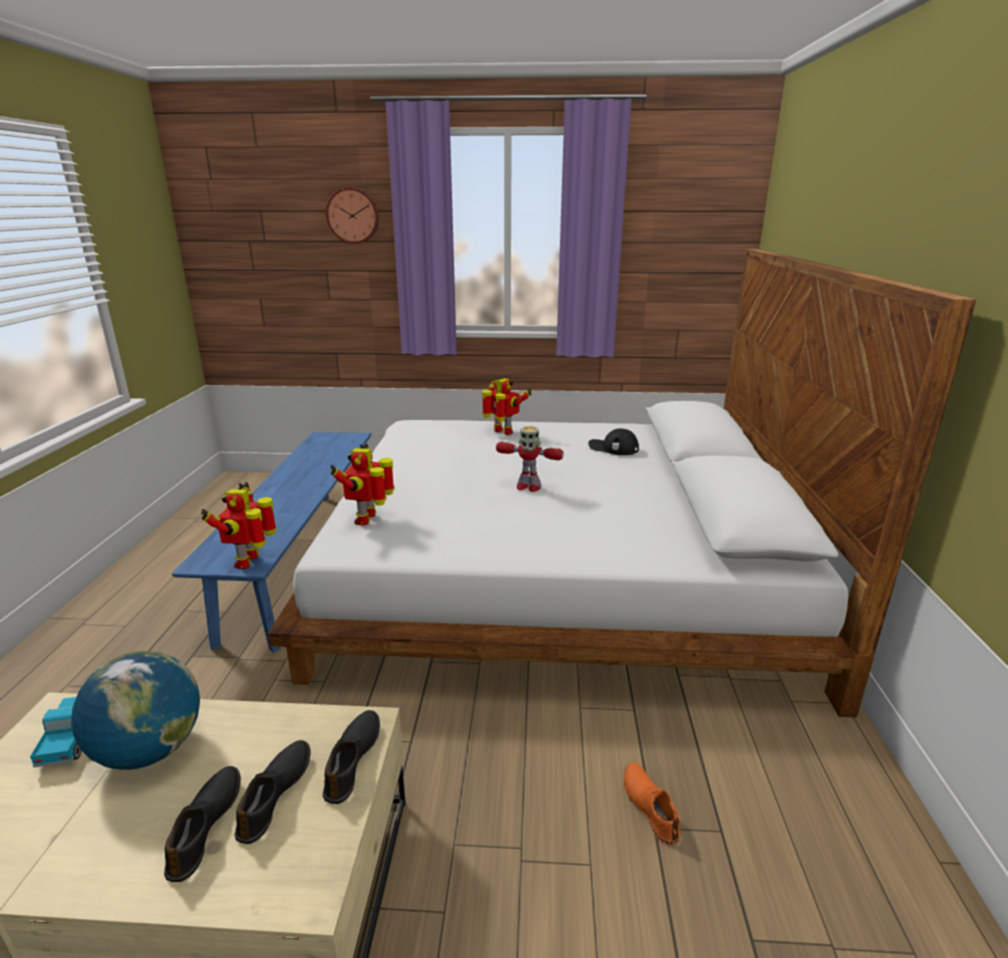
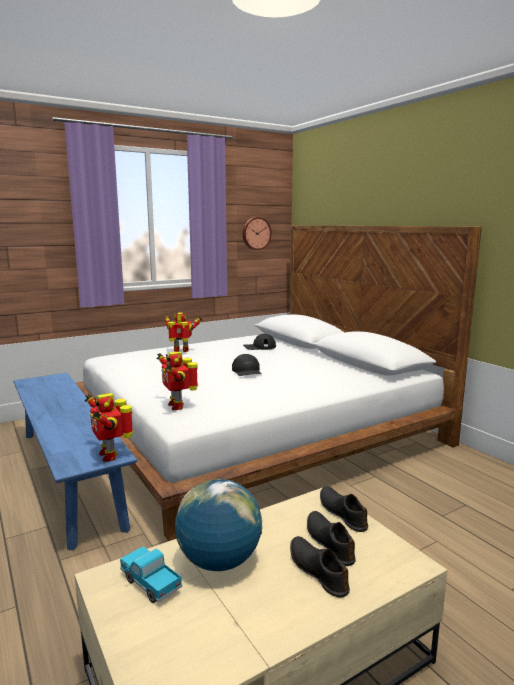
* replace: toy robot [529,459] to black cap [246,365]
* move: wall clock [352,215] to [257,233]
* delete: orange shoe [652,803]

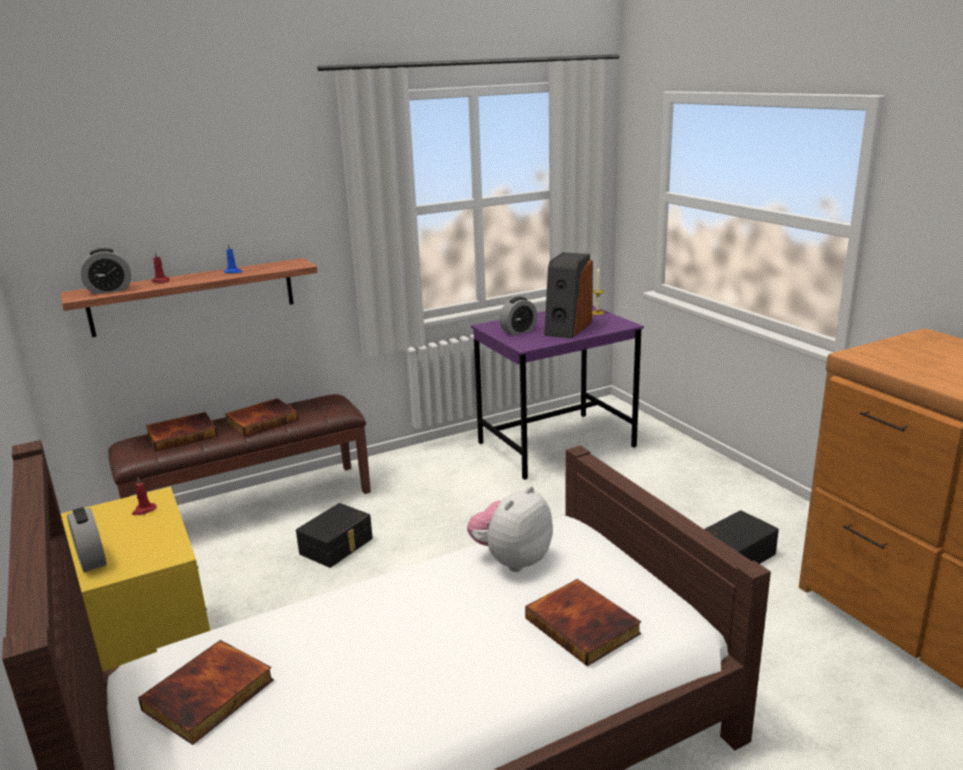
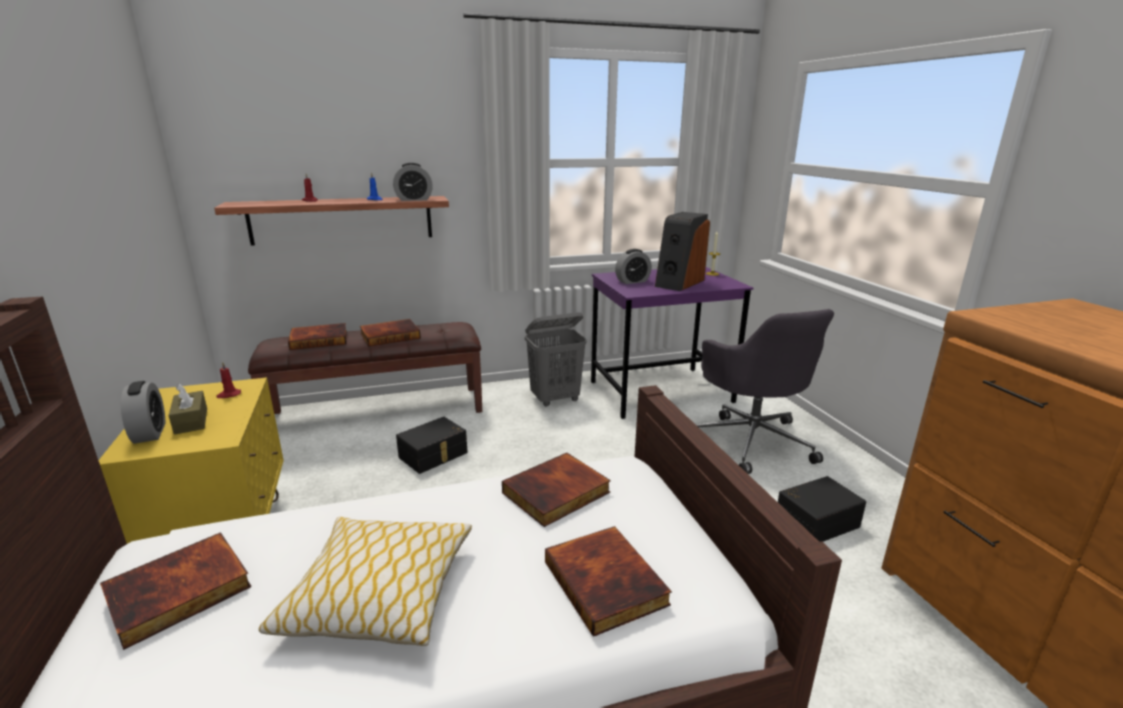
* insert: brown tissue box [187,409]
* insert: pillow [365,581]
* move: alarm clock [106,271] to [413,182]
* replace: plush toy [510,529] to book [556,490]
* insert: grey laundry basket [556,359]
* insert: grey office chair [764,391]

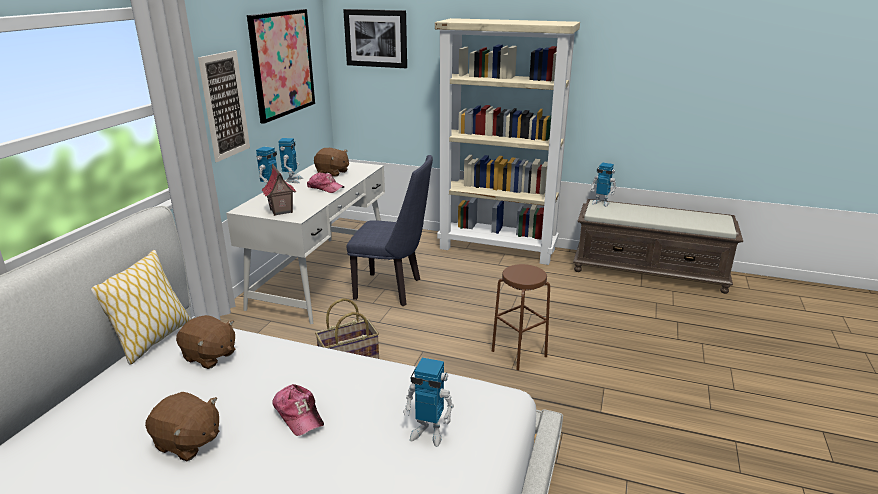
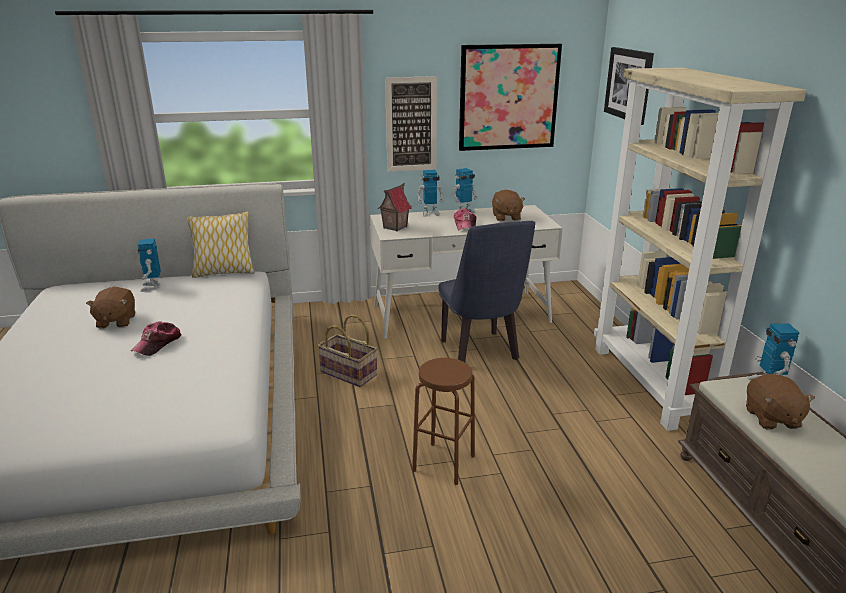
* move: toy robot [428,402] to [149,265]
* move: brown plush toy [205,342] to [780,402]

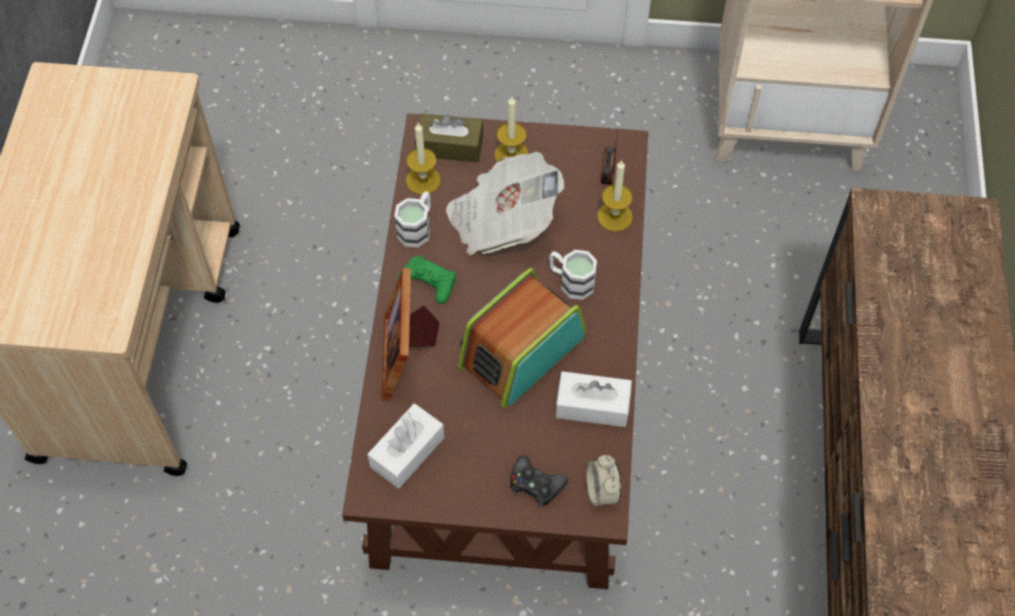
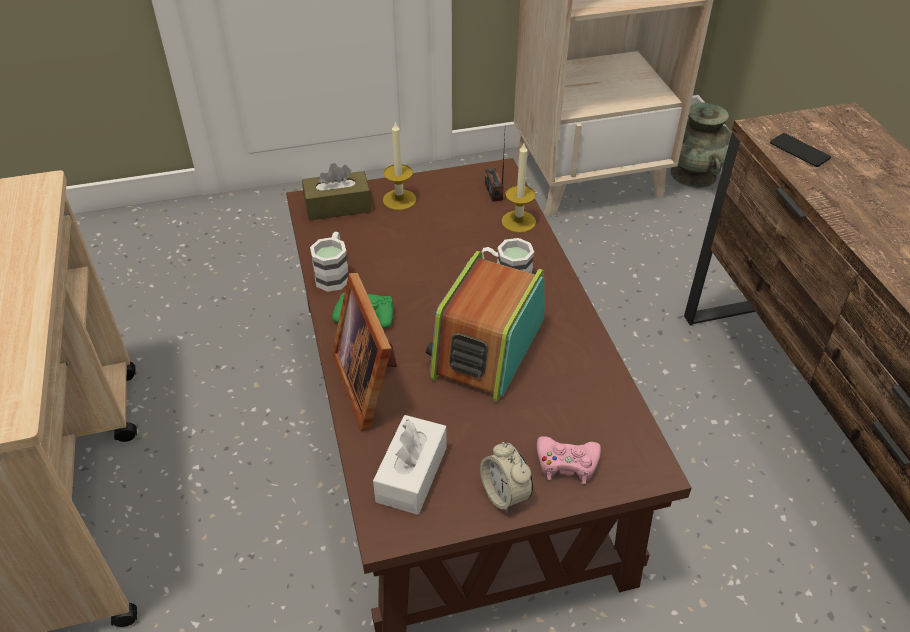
* move: alarm clock [603,481] to [506,477]
* recolor: black game controller [539,481] to pink game controller [569,460]
* insert: turquoise vase [701,145]
* insert: phone [800,150]
* delete: candle [423,159]
* delete: newspaper [505,203]
* delete: white tissue box [594,399]

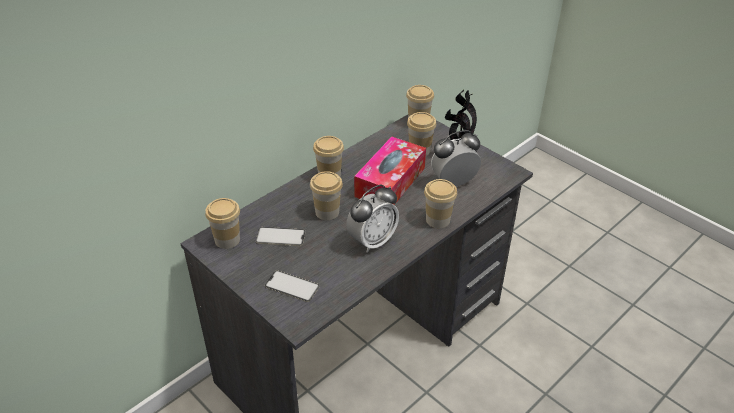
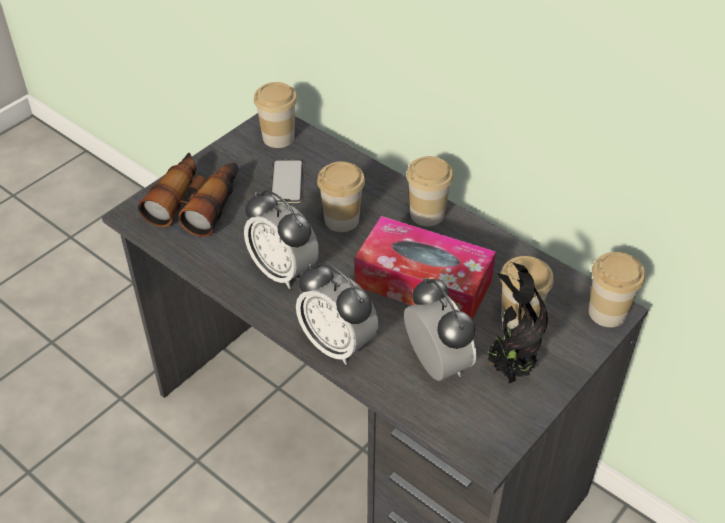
* replace: phone [292,286] to binoculars [188,195]
* replace: cup [440,203] to alarm clock [337,314]

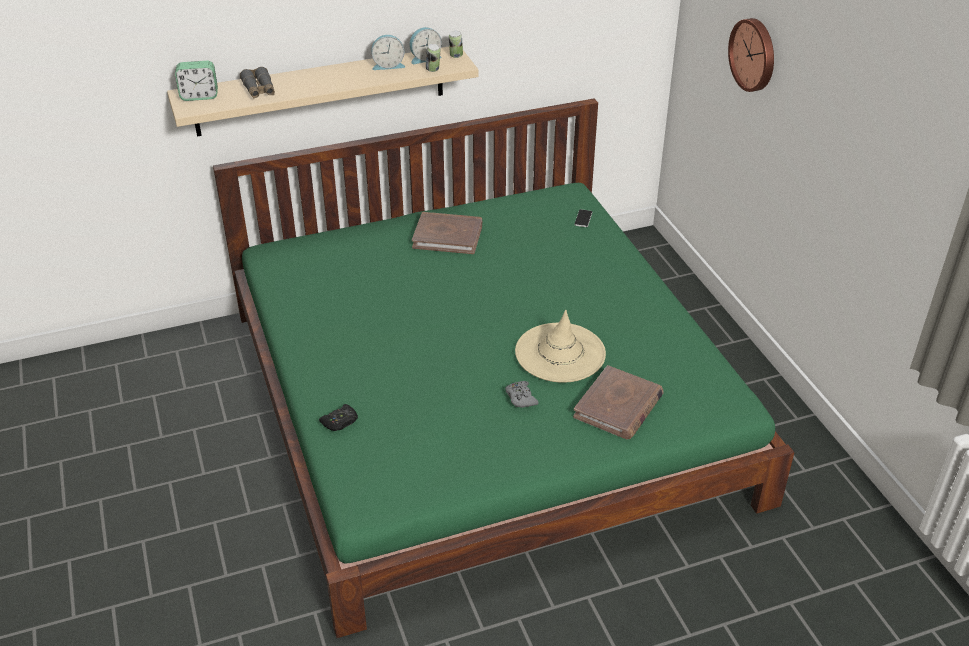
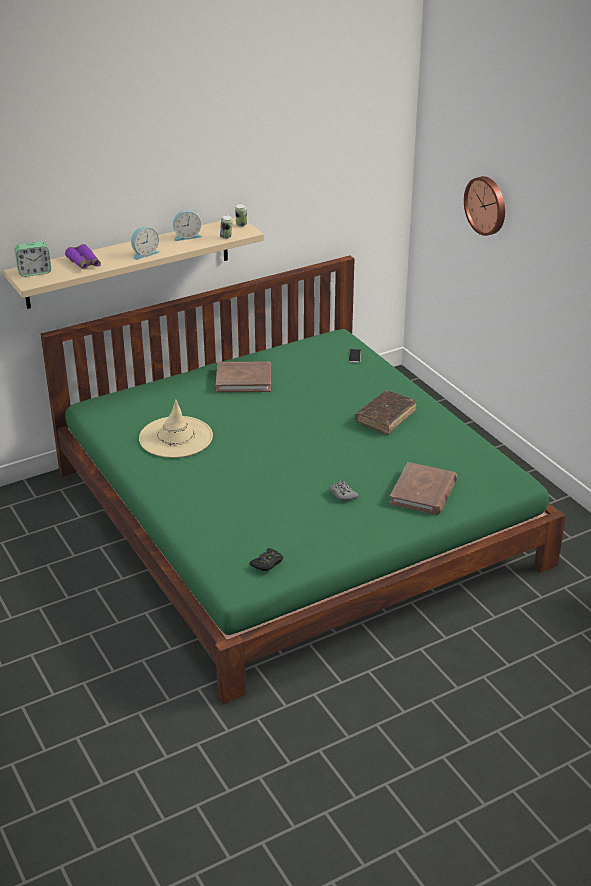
* recolor: grey binoculars [257,82] to purple binoculars [83,257]
* move: alarm clock [426,45] to [145,243]
* move: beige hat [560,346] to [176,428]
* move: black game controller [338,417] to [266,559]
* insert: brown book [386,413]

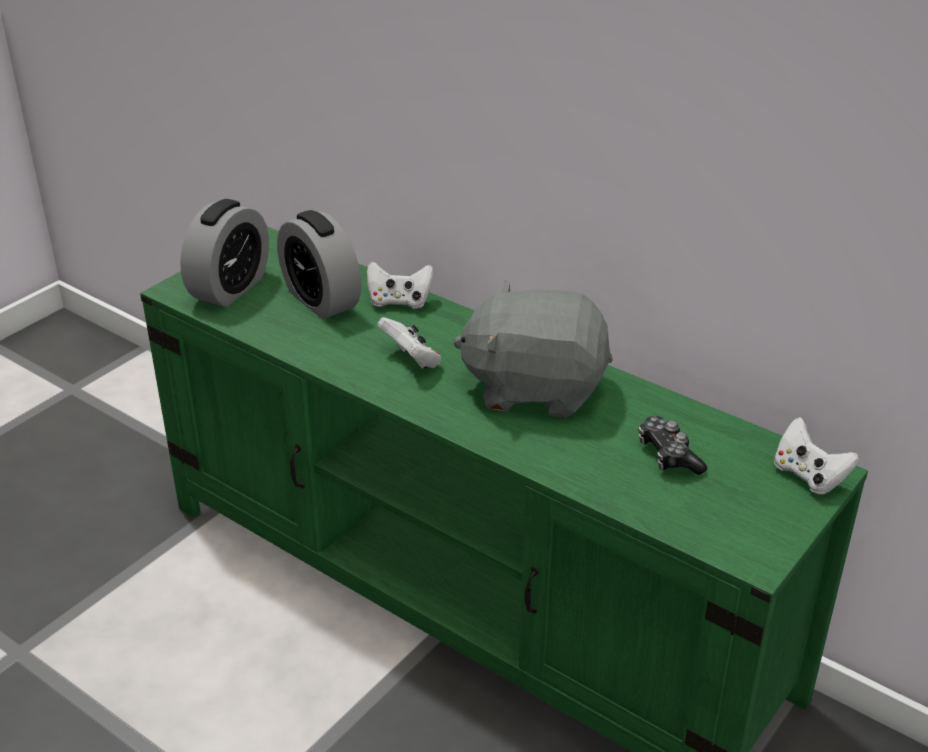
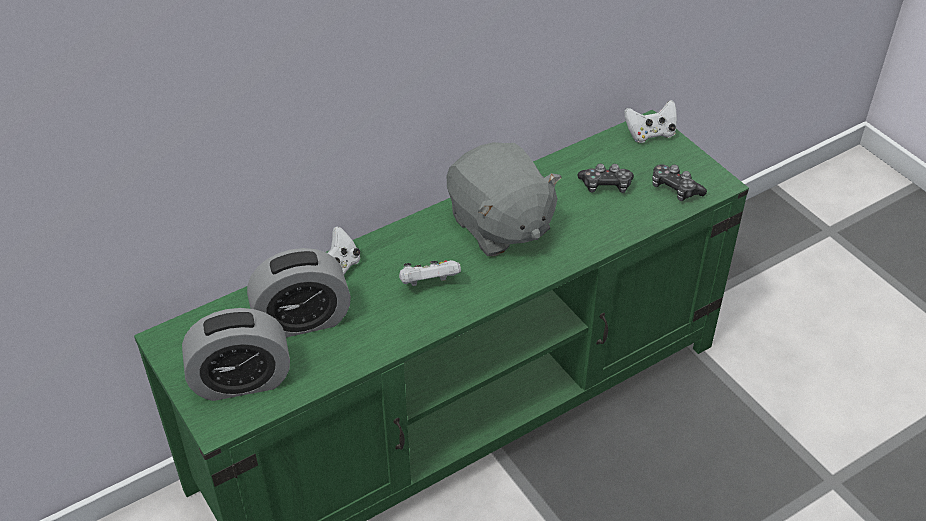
* rotate: alarm clock [224,253] = [236,354] 120 degrees clockwise
* rotate: grey plush toy [533,349] = [504,199] 60 degrees counterclockwise
* insert: game controller [679,182]

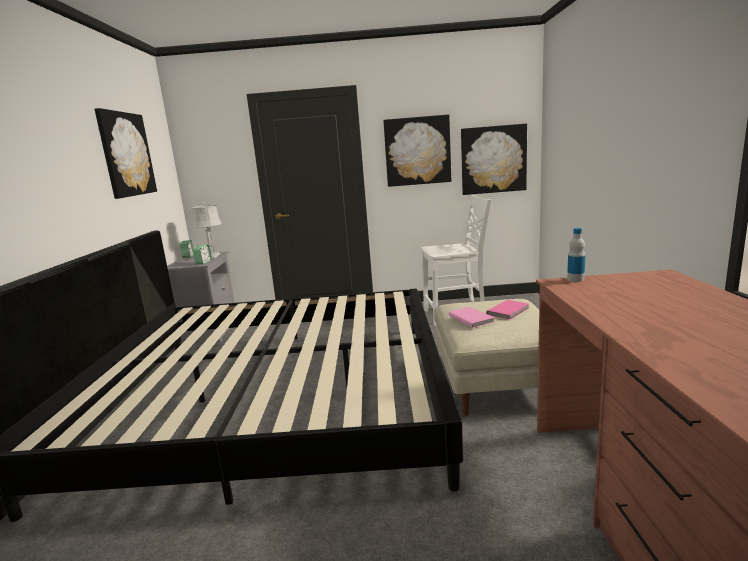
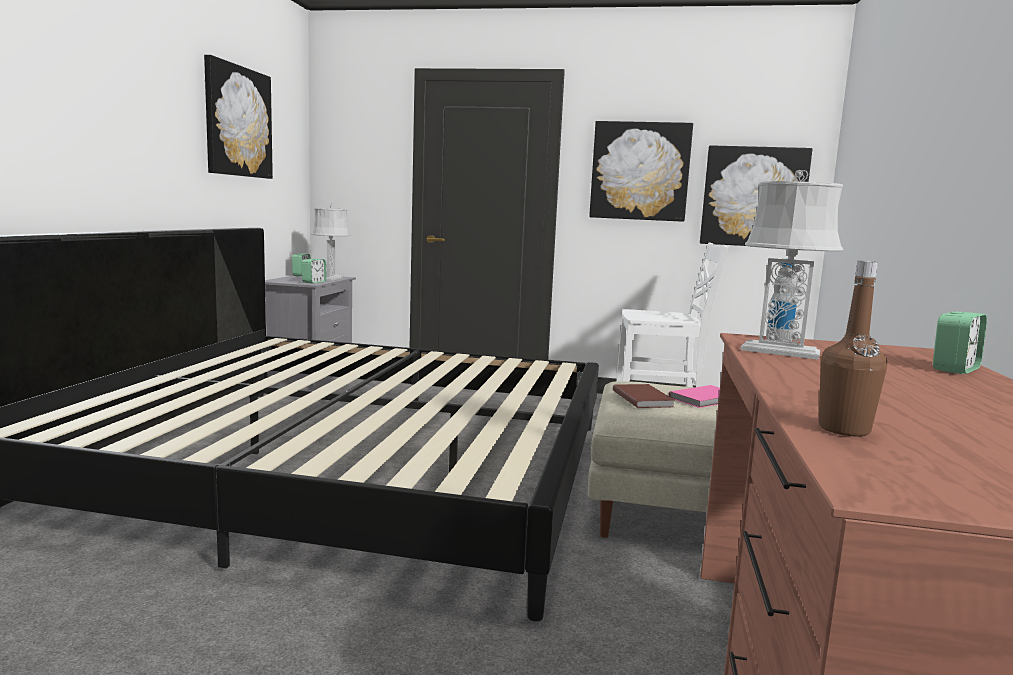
* recolor: pink book [471,317] to brown book [643,396]
* insert: grey table lamp [792,265]
* insert: brown bottle [853,348]
* insert: alarm clock [960,342]

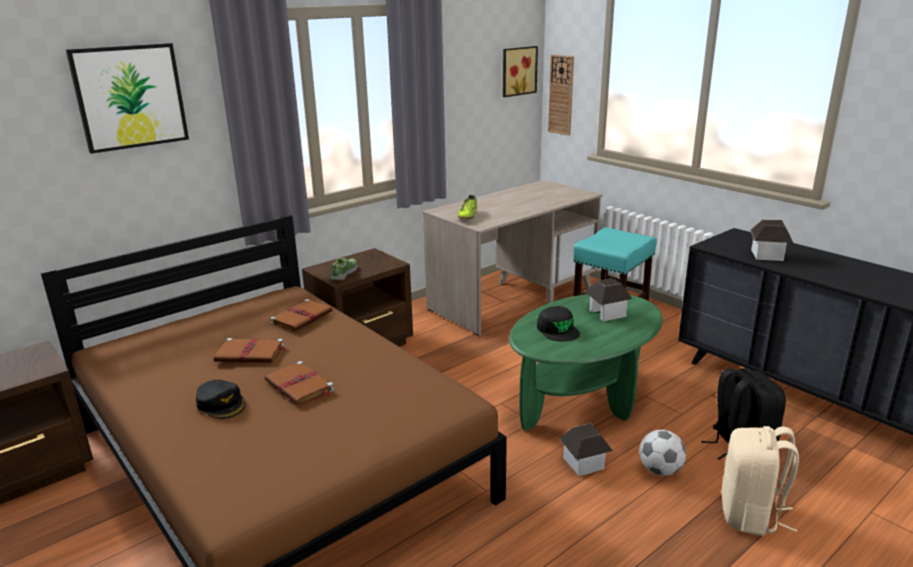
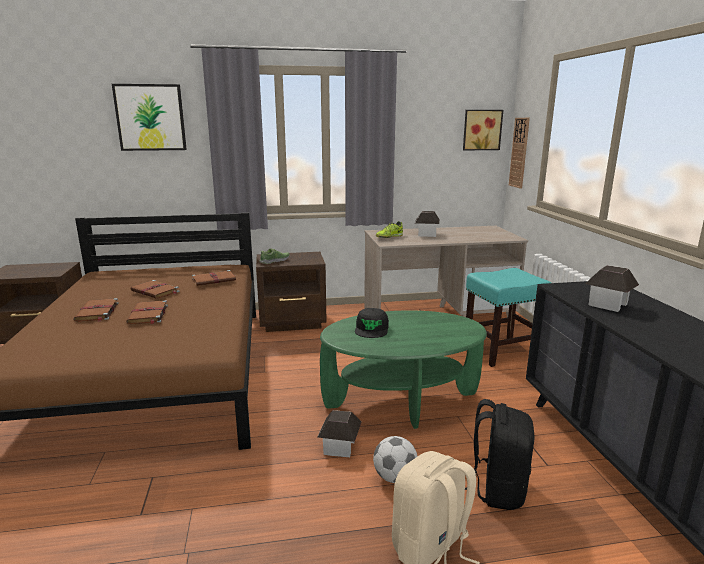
* replace: black cap [221,399] to brown book [96,310]
* move: toy house [608,299] to [427,224]

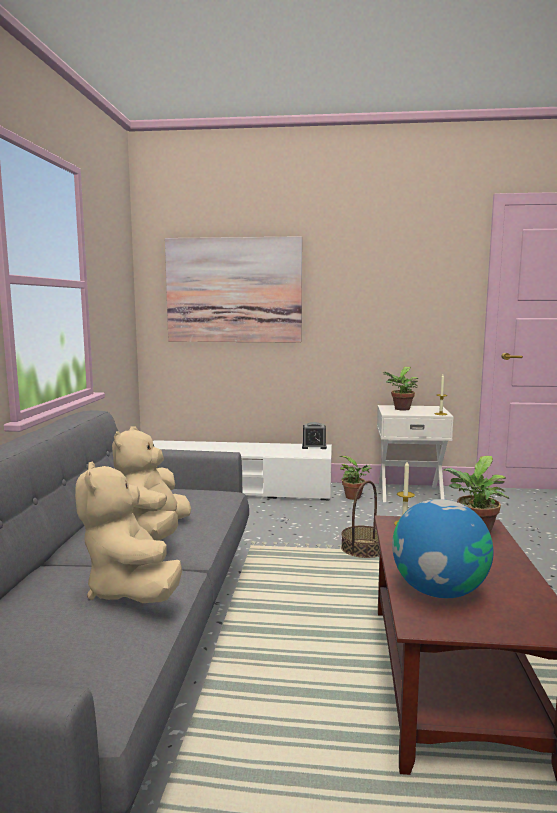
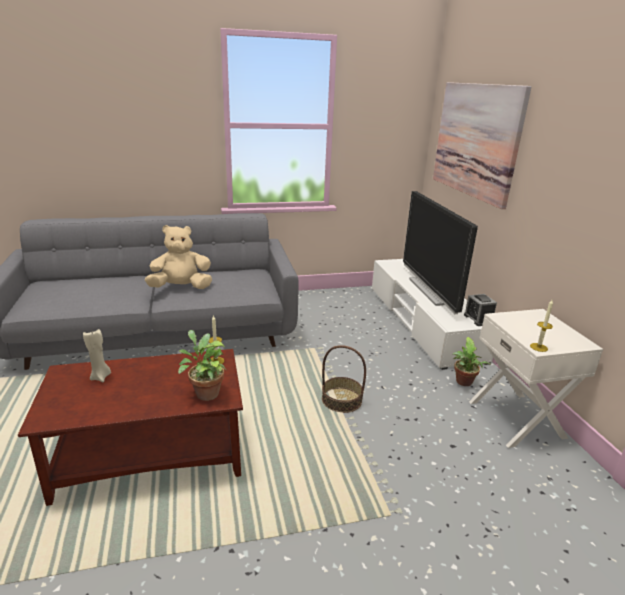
* replace: globe [442,548] to beige candle [97,355]
* insert: television [440,252]
* delete: beige plush toy [128,532]
* delete: potted plant [400,389]

